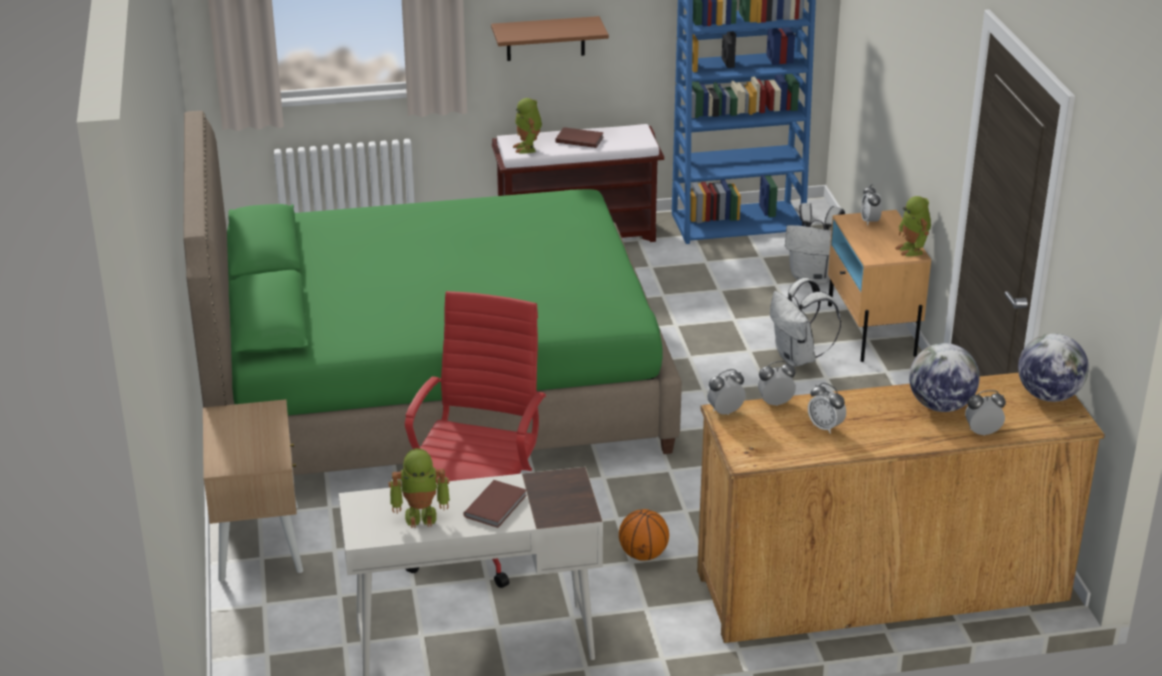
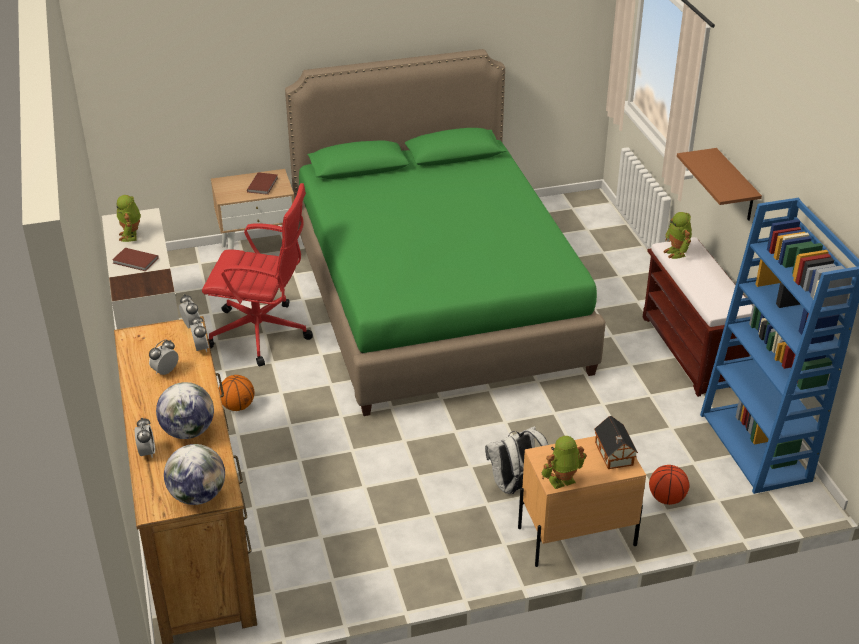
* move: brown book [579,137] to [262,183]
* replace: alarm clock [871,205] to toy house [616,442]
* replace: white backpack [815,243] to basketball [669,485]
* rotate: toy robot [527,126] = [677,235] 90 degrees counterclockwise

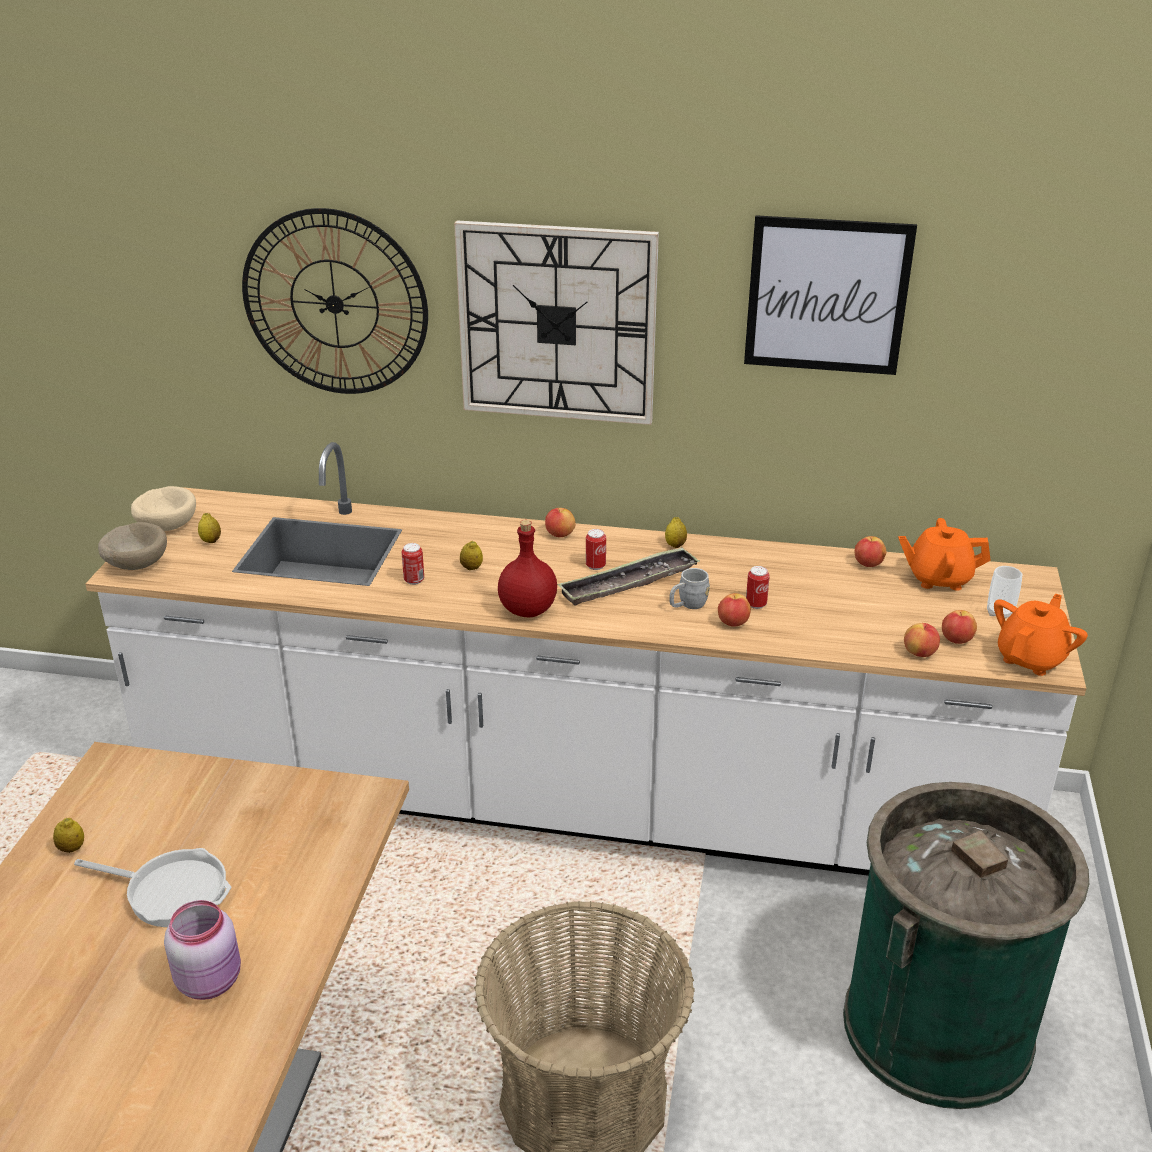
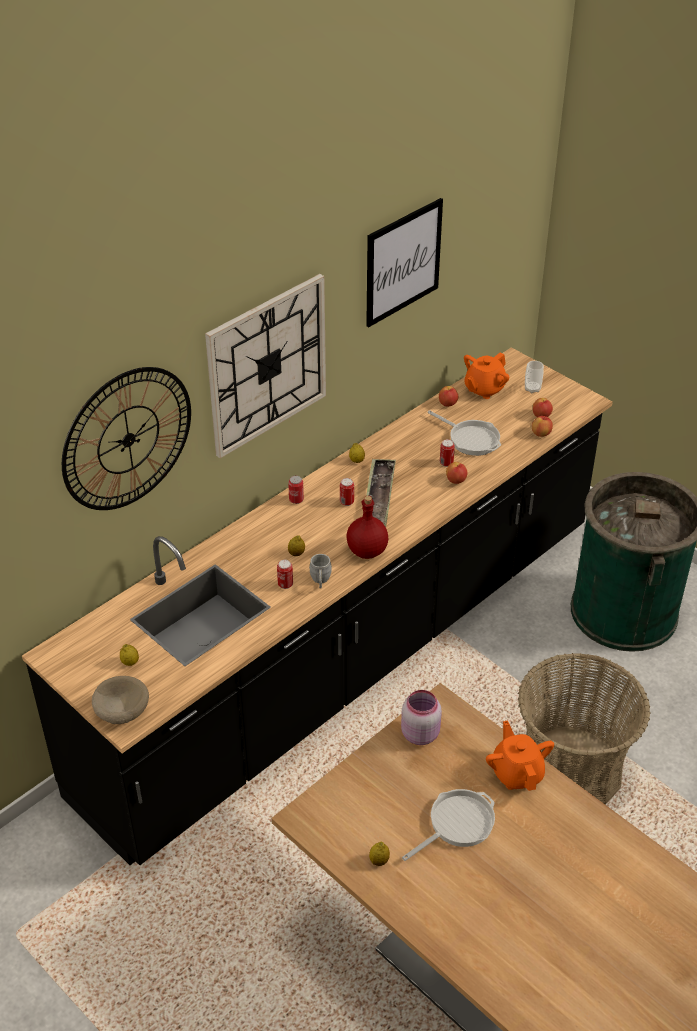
* recolor: white counter [586,659] to black counter [317,606]
* replace: apple [560,522] to can [296,490]
* move: grey mug [689,588] to [320,571]
* move: pink jar [202,950] to [421,717]
* insert: frying pan [464,433]
* move: orange teapot [1041,635] to [520,755]
* delete: beige bowl [163,508]

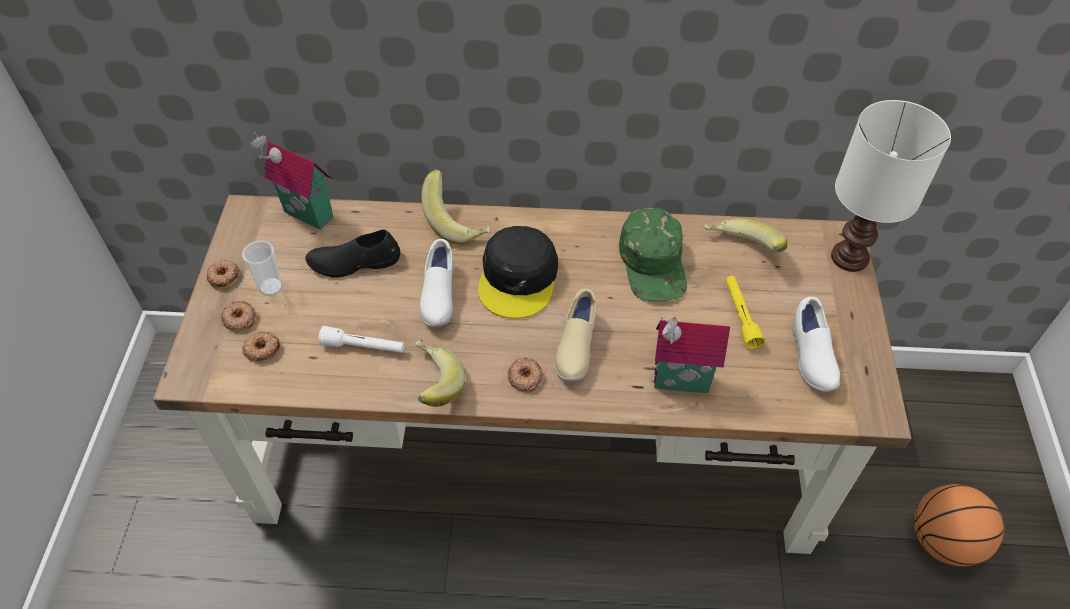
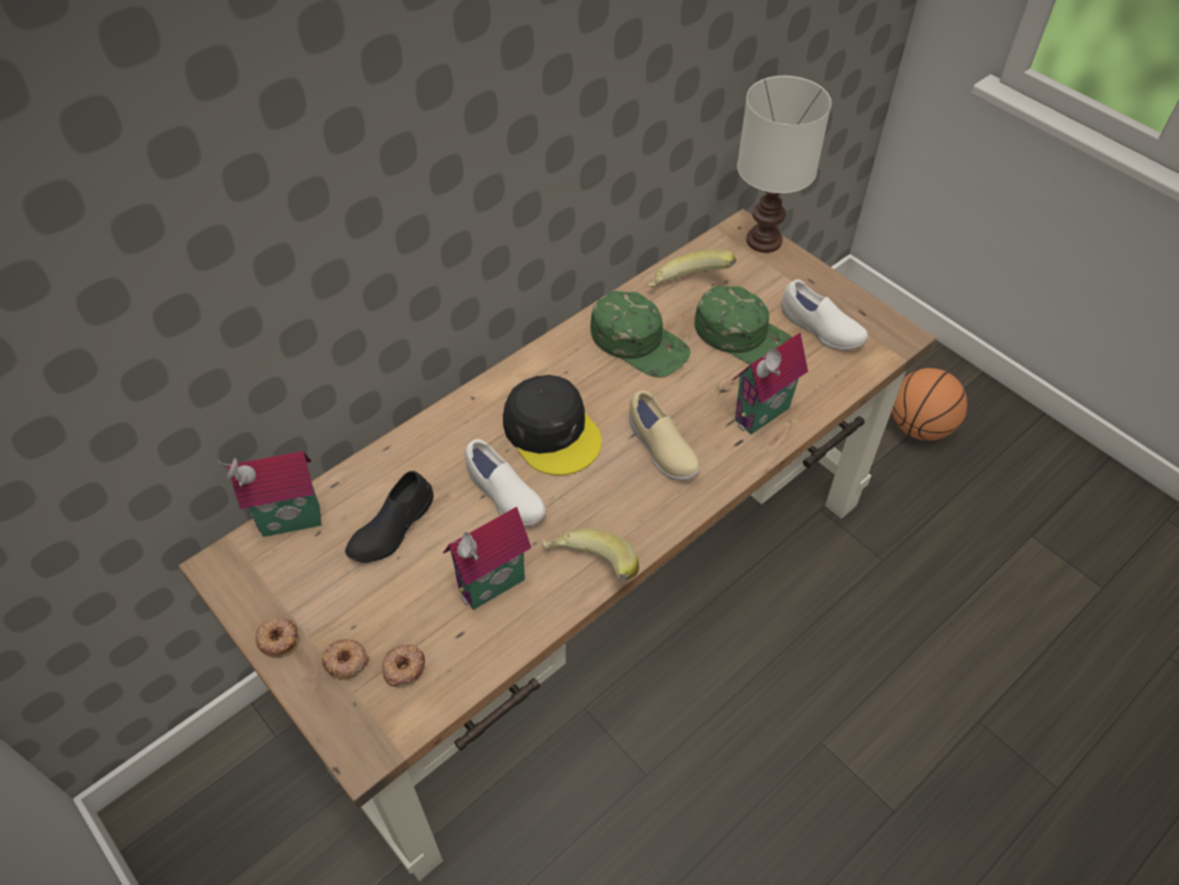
* replace: white flashlight [361,339] to toy house [487,558]
* replace: yellow flashlight [745,312] to green cap [743,325]
* delete: cup [262,268]
* delete: banana [455,206]
* delete: donut [525,375]

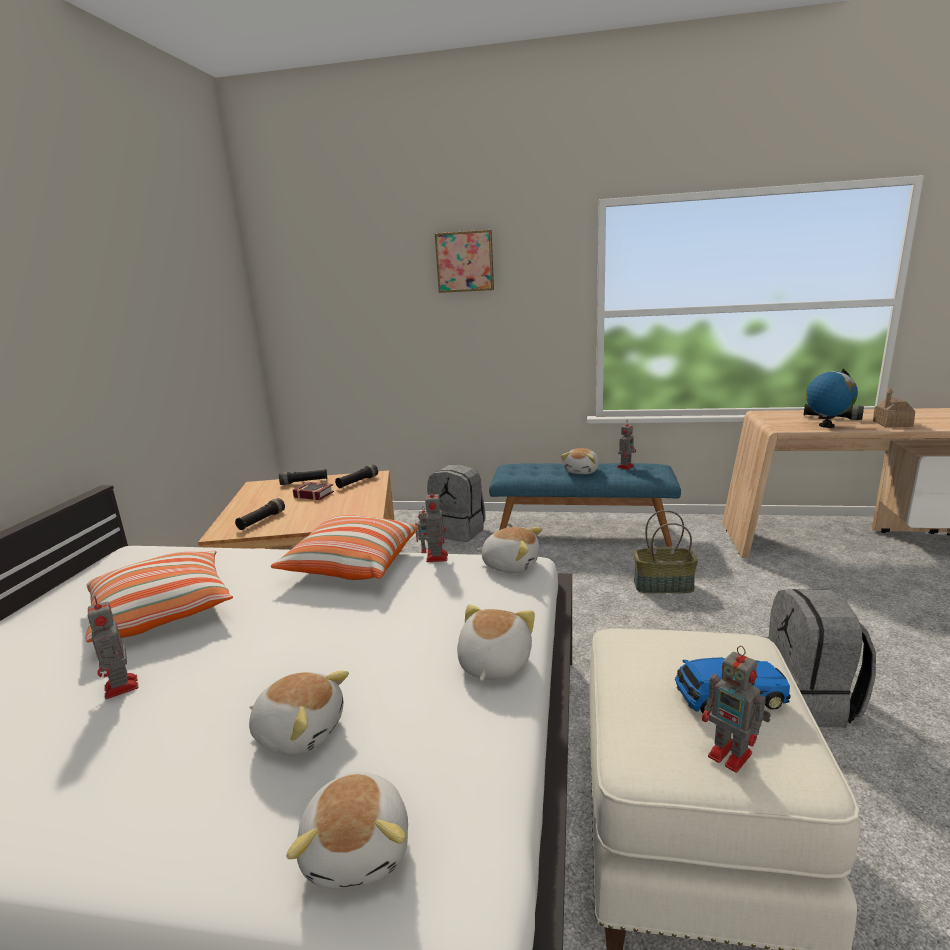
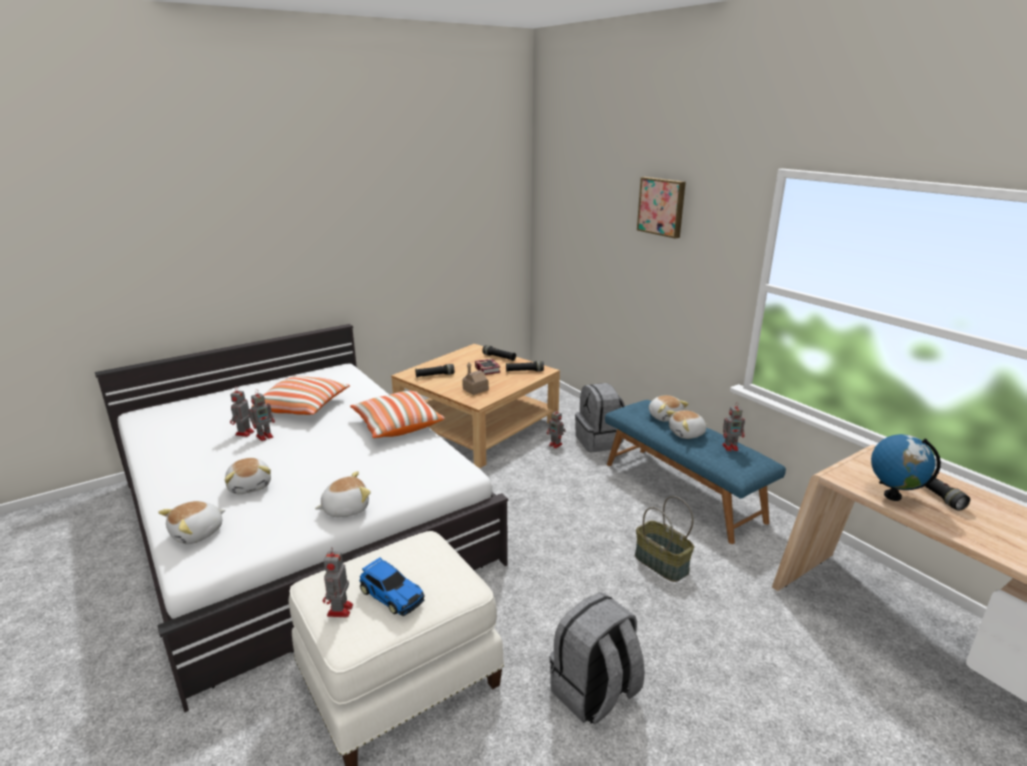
* move: toy robot [436,525] to [262,415]
* move: toy house [894,407] to [476,379]
* move: plush toy [509,550] to [669,408]

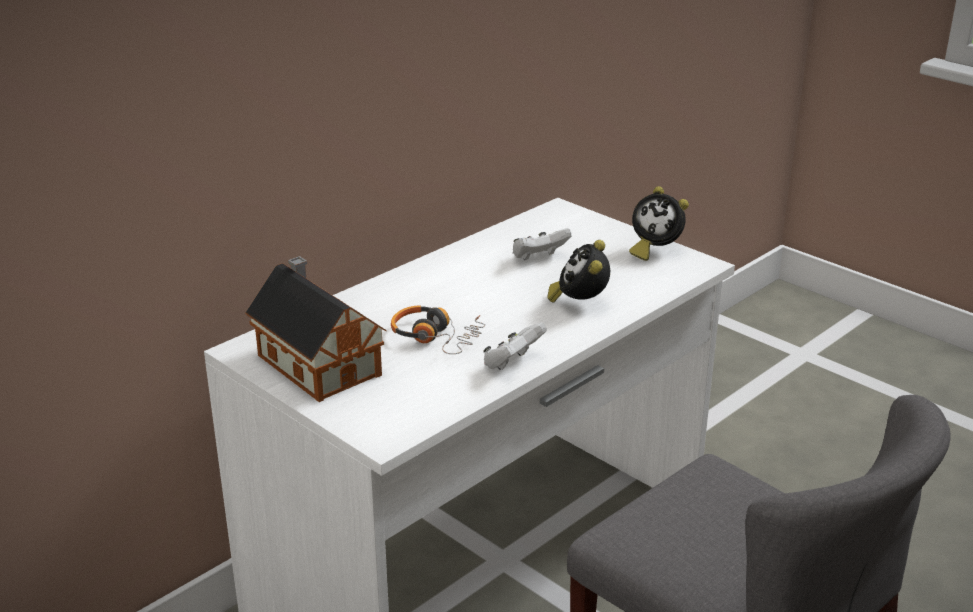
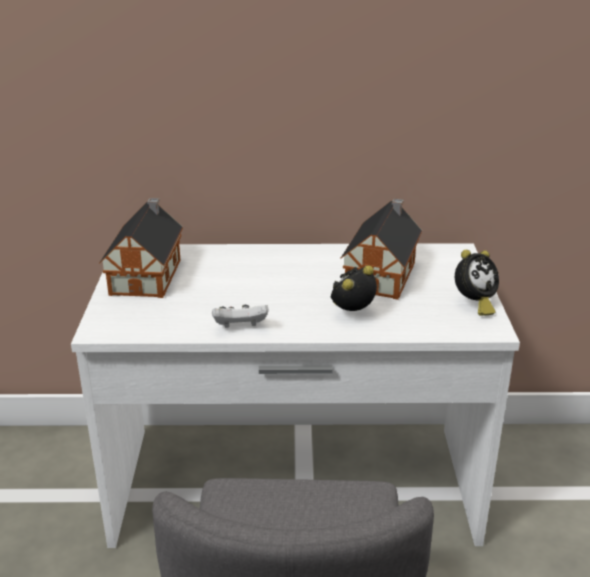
* replace: white game controller [542,244] to toy house [381,249]
* rotate: alarm clock [659,223] = [477,283] 105 degrees counterclockwise
* delete: headphones [438,329]

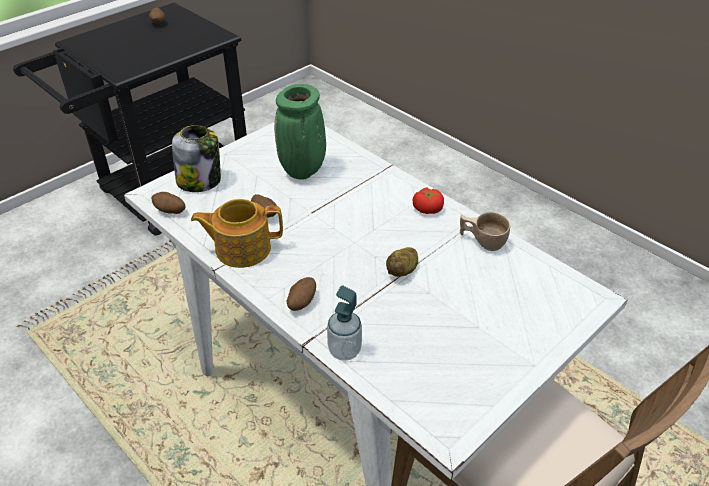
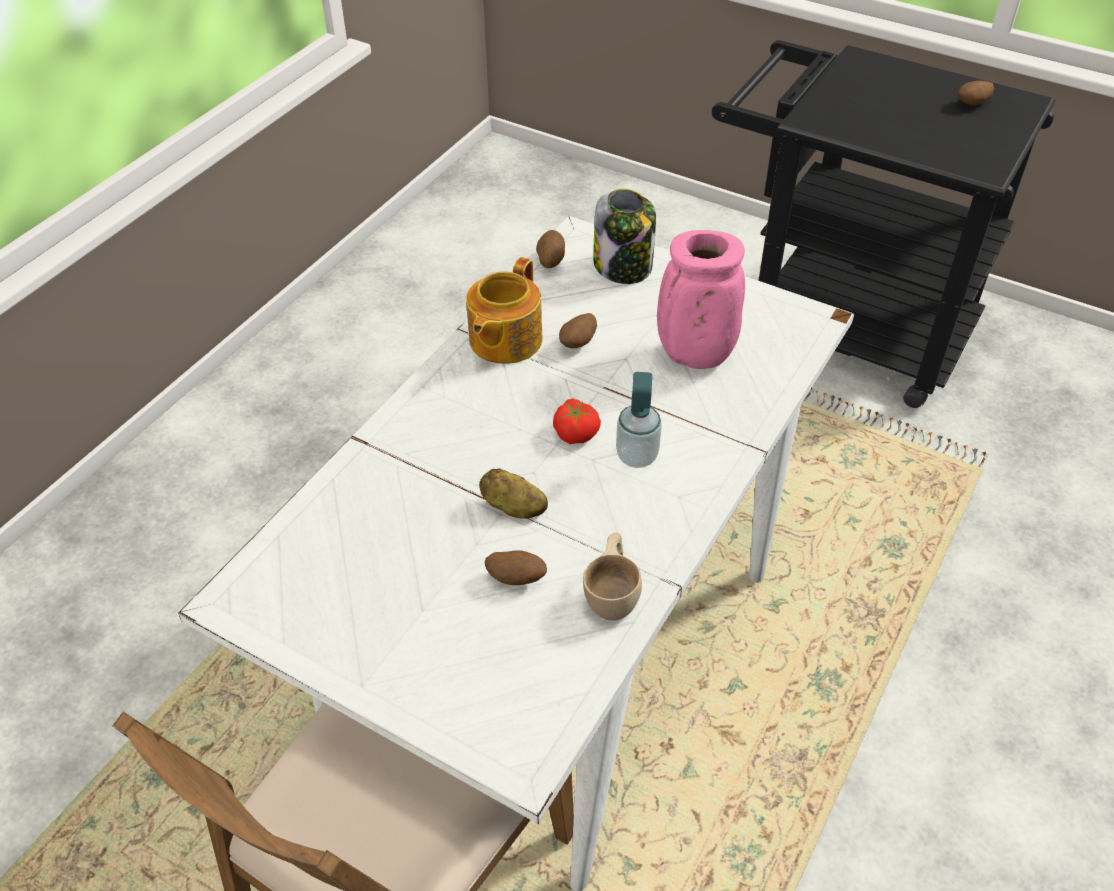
* rotate: teapot [237,233] = [504,310] 135 degrees counterclockwise
* move: potato [301,294] to [516,567]
* move: tomato [428,201] to [577,421]
* move: soap dispenser [344,323] to [639,420]
* recolor: green vase [300,131] to pink vase [701,299]

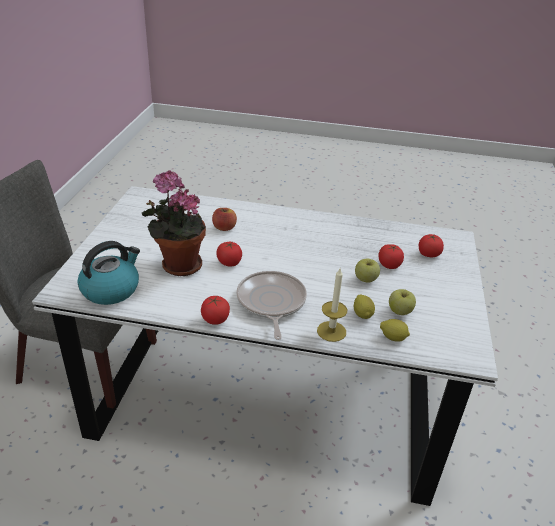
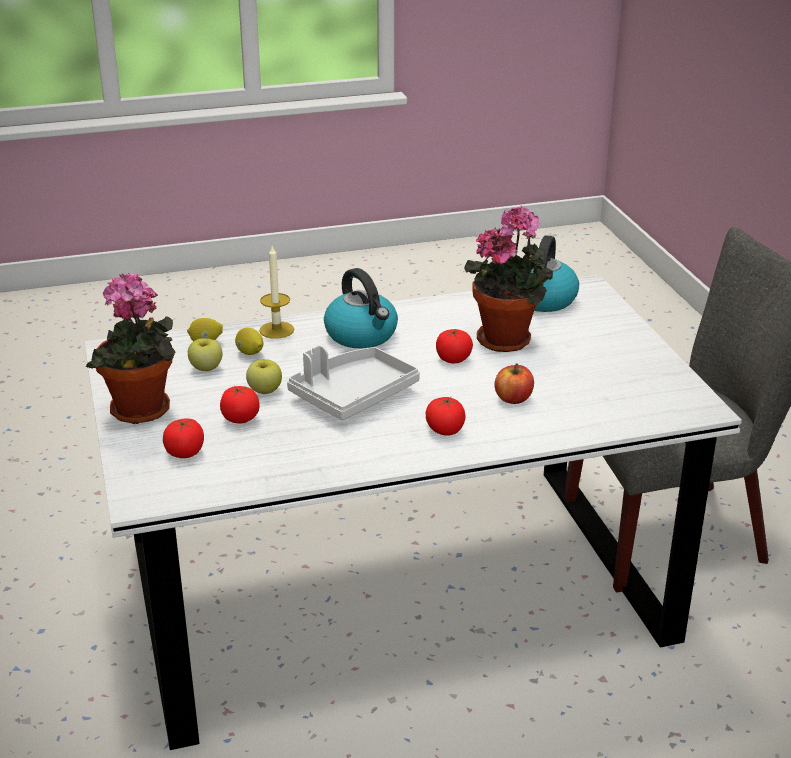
* insert: potted plant [131,348]
* insert: grey tray [353,382]
* replace: frying pan [271,305] to kettle [361,308]
* move: tomato [215,310] to [445,416]

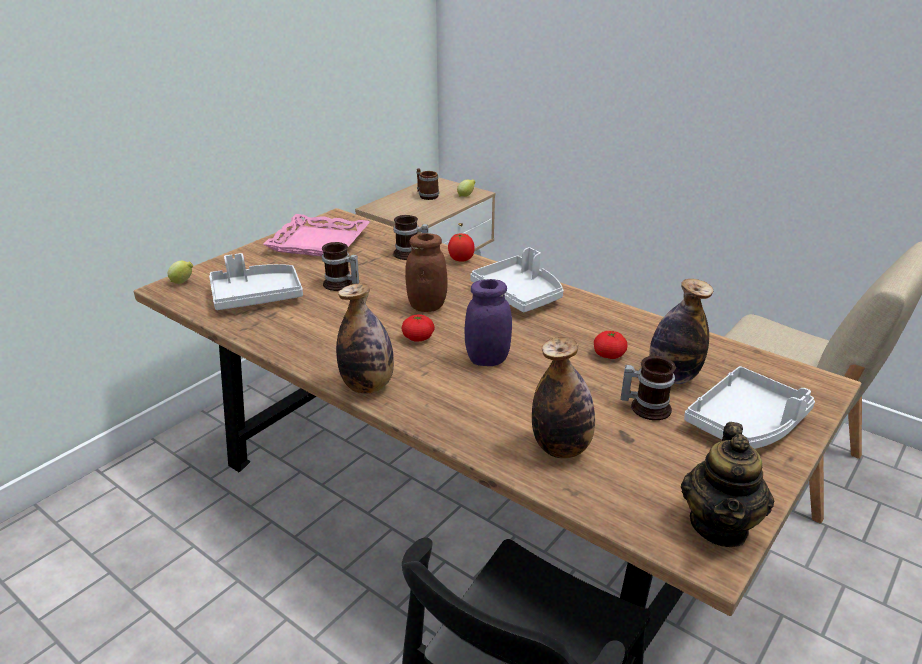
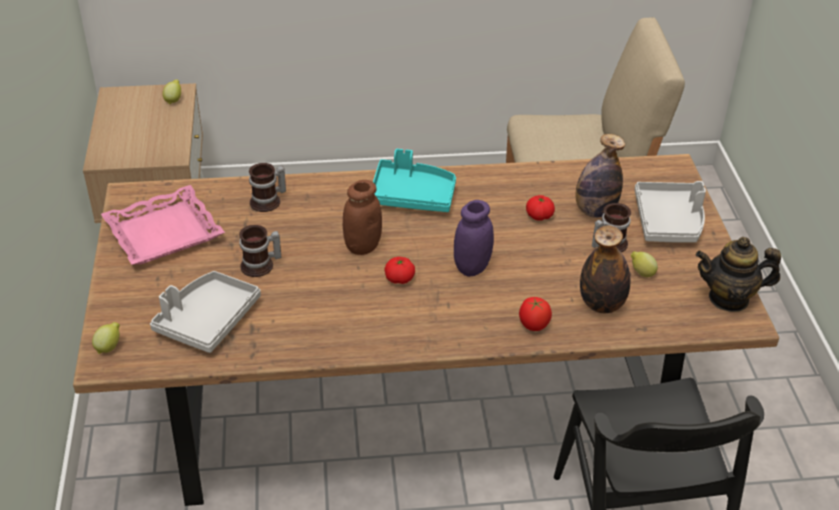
* recolor: grey tray [516,279] to turquoise tray [414,180]
* move: tomato [461,247] to [535,314]
* insert: lemon [644,264]
* rotate: teapot [727,484] = [738,274] 120 degrees clockwise
* delete: bottle [365,338]
* delete: mug [427,184]

